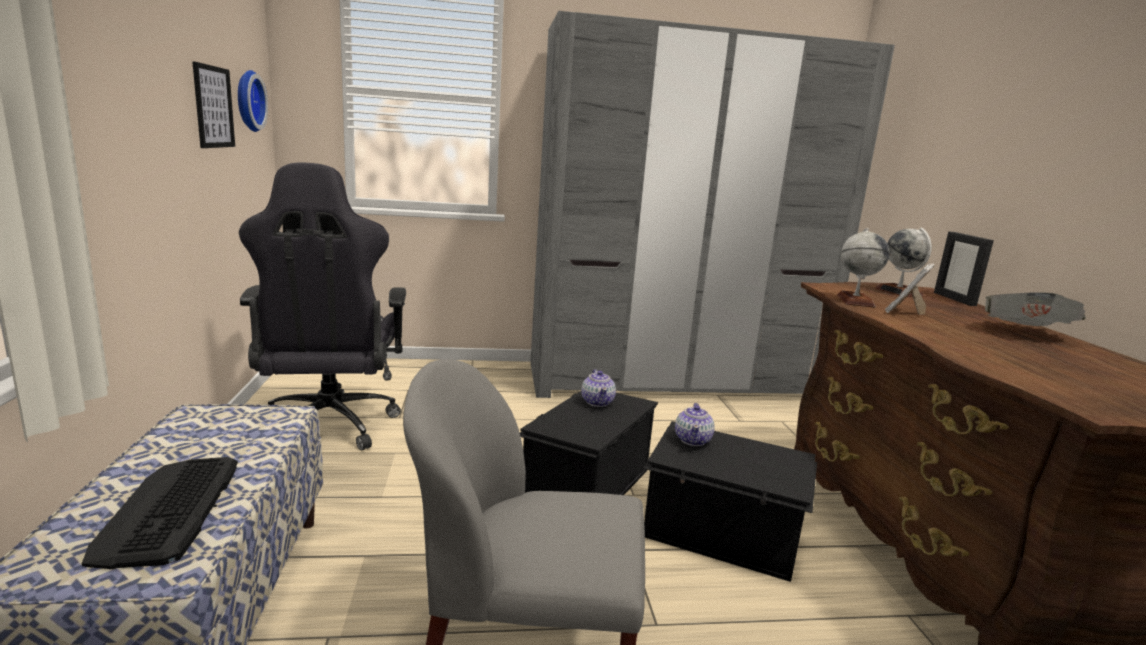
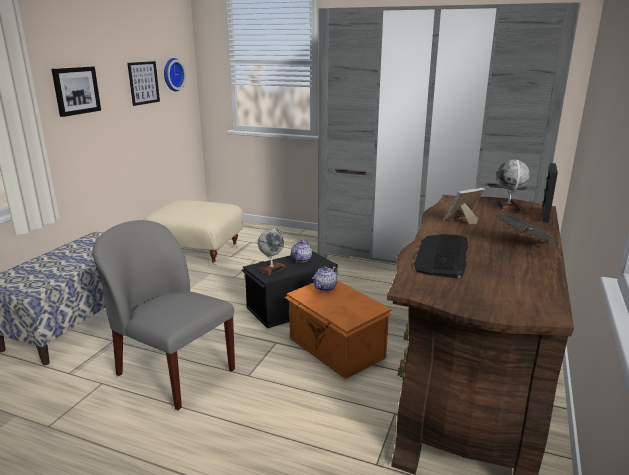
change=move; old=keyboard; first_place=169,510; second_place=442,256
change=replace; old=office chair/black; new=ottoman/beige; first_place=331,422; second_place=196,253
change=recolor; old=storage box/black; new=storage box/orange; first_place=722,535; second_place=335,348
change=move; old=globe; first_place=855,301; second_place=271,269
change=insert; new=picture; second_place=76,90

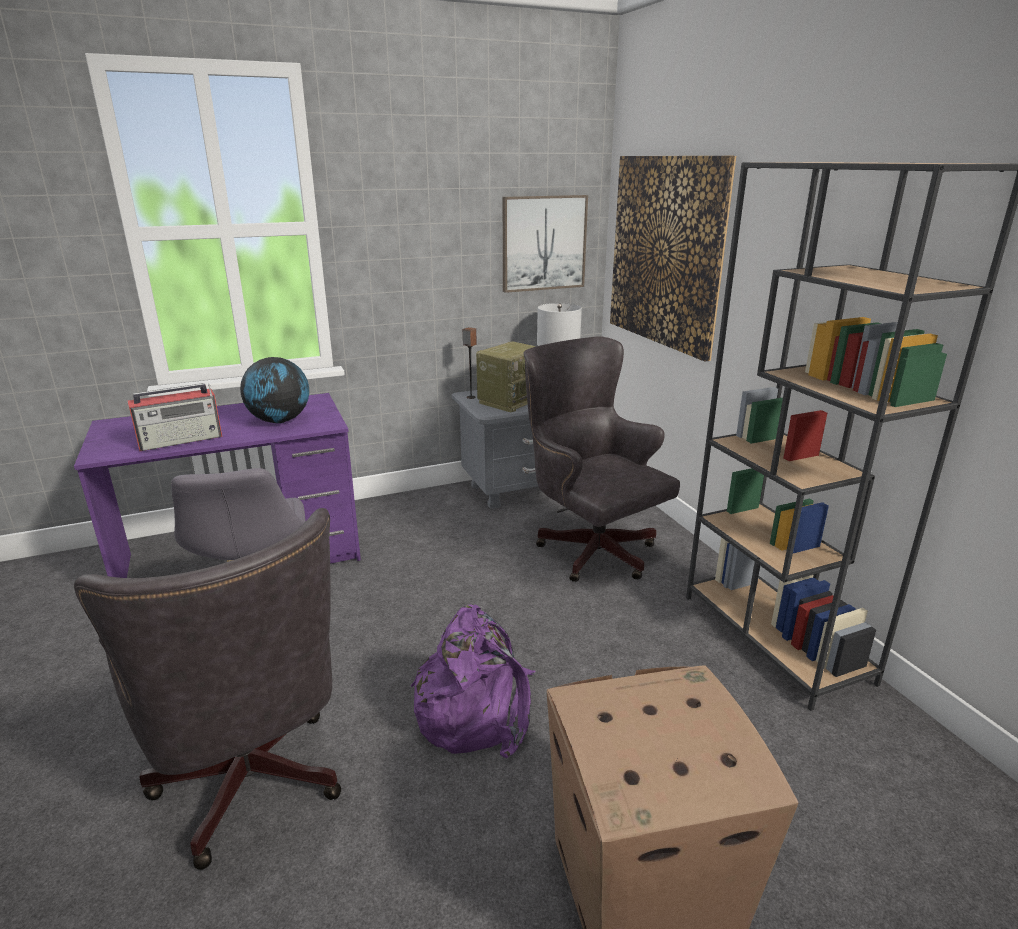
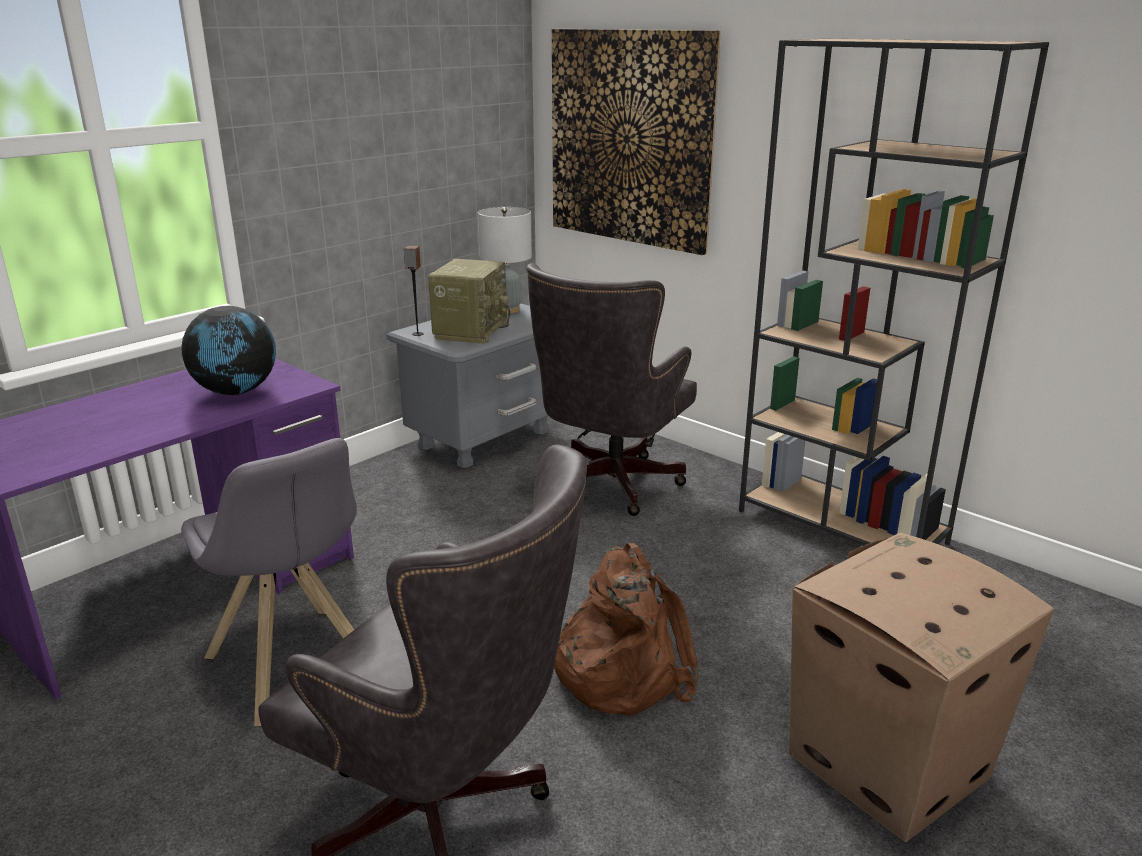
change=delete; old=radio; first_place=182,440
change=recolor; old=backpack/purple; new=backpack/brown; first_place=476,710; second_place=621,670
change=delete; old=picture; first_place=543,243
change=rotate; old=office chair/grey; first_place=591,549; second_place=611,486; degrees=-90

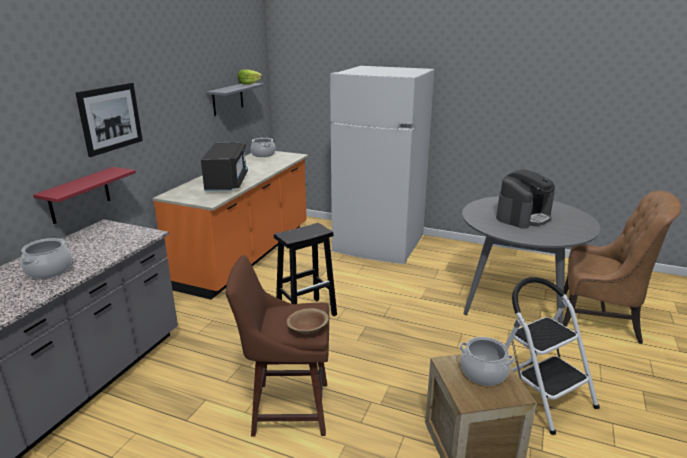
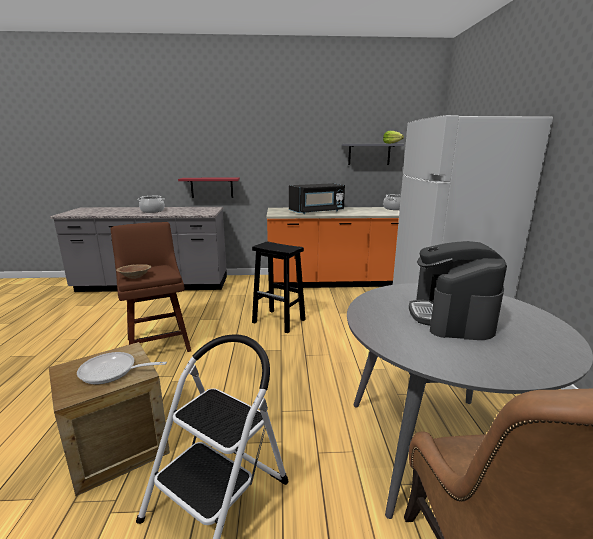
change=delete; old=picture; first_place=110,118
change=replace; old=cooking pot; new=frying pan; first_place=484,372; second_place=112,372
change=rotate; old=coffee machine; first_place=523,217; second_place=451,317; degrees=75

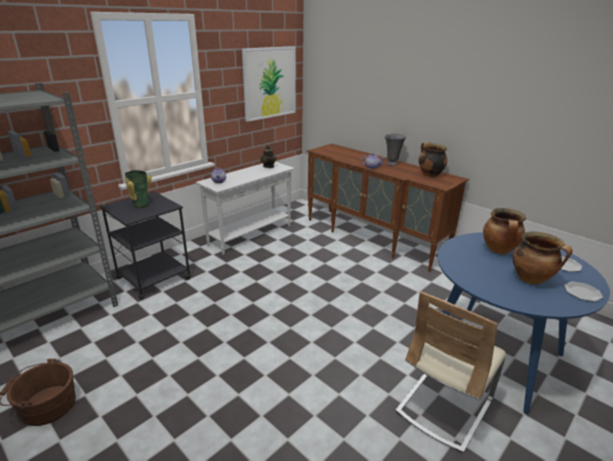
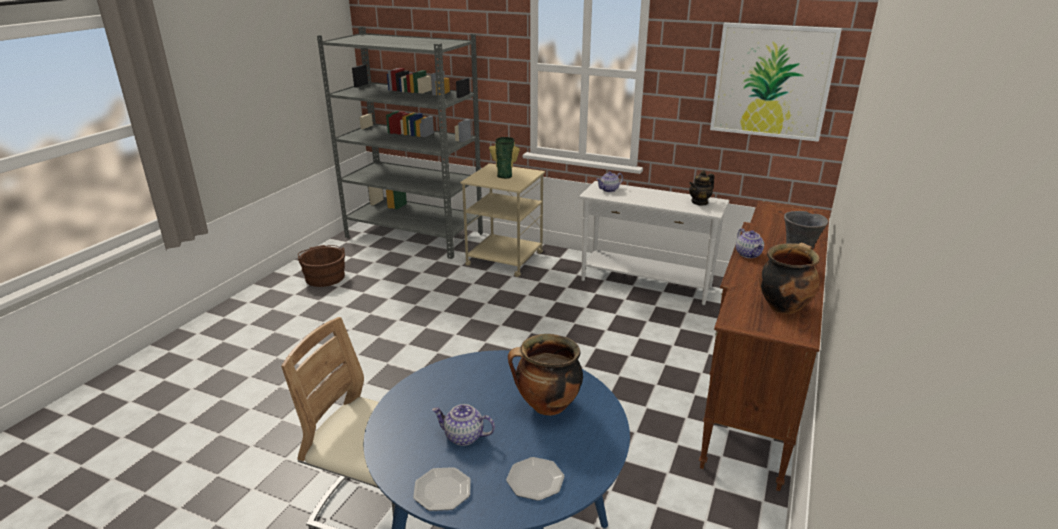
change=recolor; old=cart/black; new=cart/beige; first_place=154,277; second_place=506,259
change=replace; old=cooking pot; new=teapot; first_place=532,279; second_place=463,437

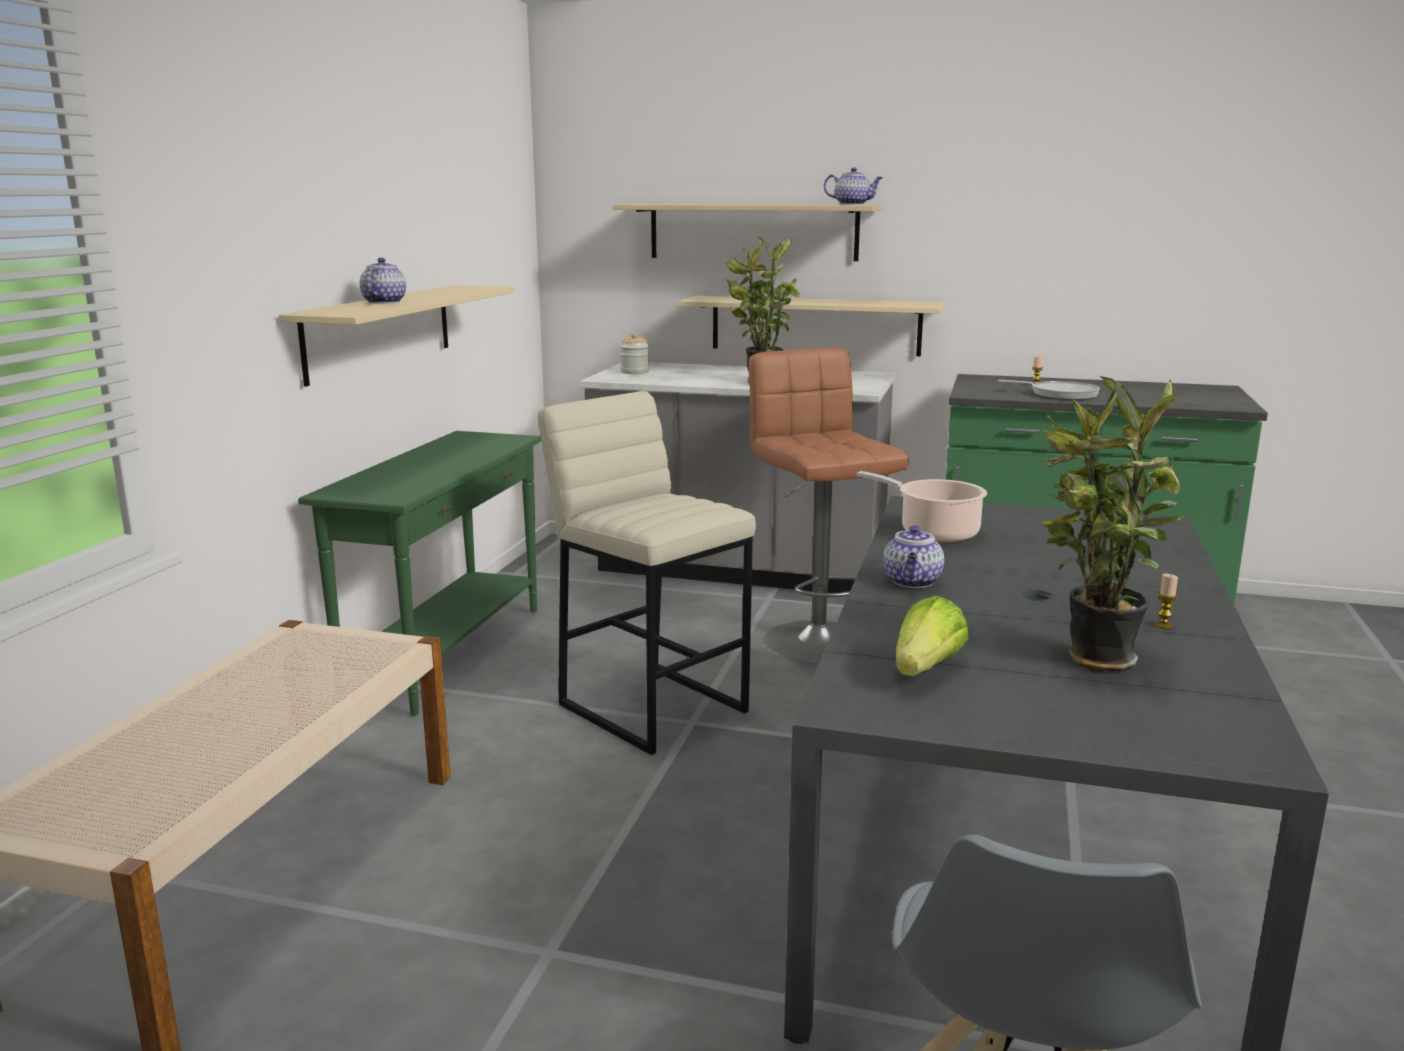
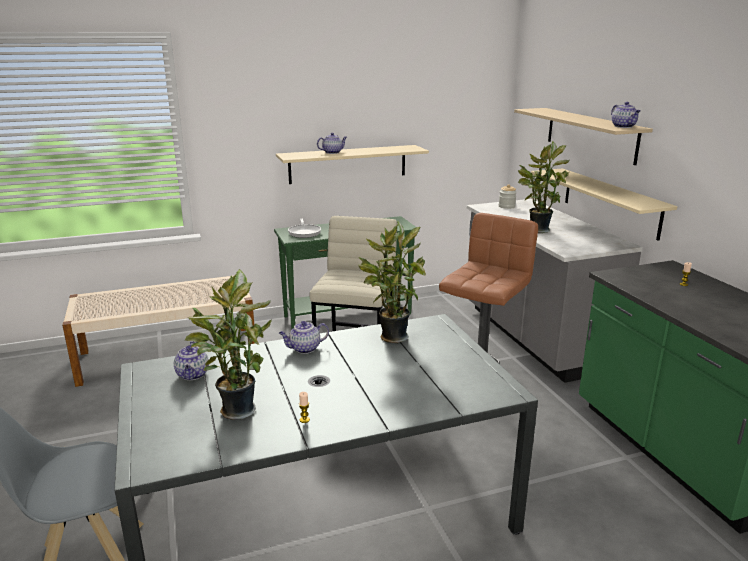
change=replace; old=cooking pot; new=potted plant; first_place=934,532; second_place=390,337
change=replace; old=lettuce; new=teapot; first_place=926,669; second_place=193,375
change=move; old=frying pan; first_place=1060,394; second_place=304,232

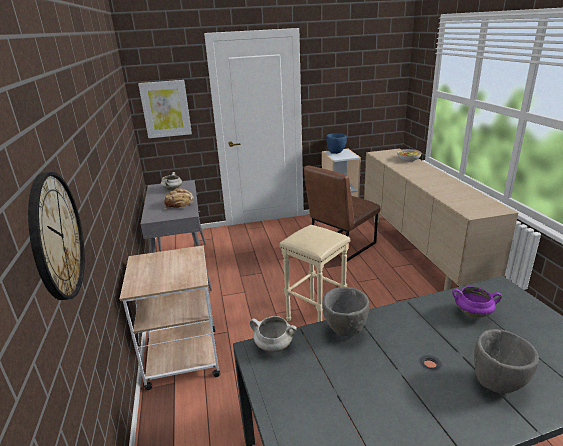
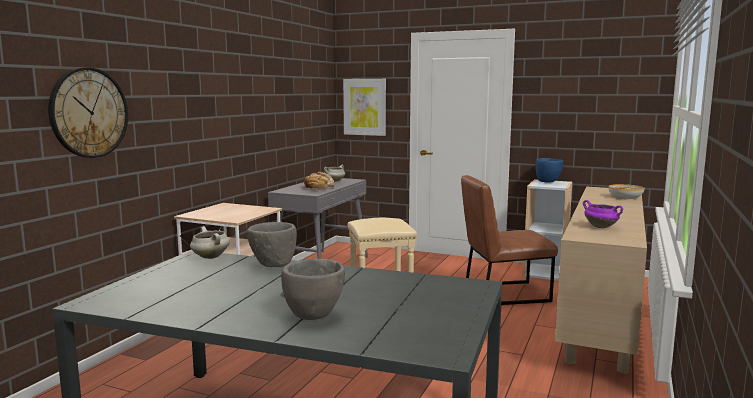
change=move; old=cooking pot/purple; first_place=473,313; second_place=601,227

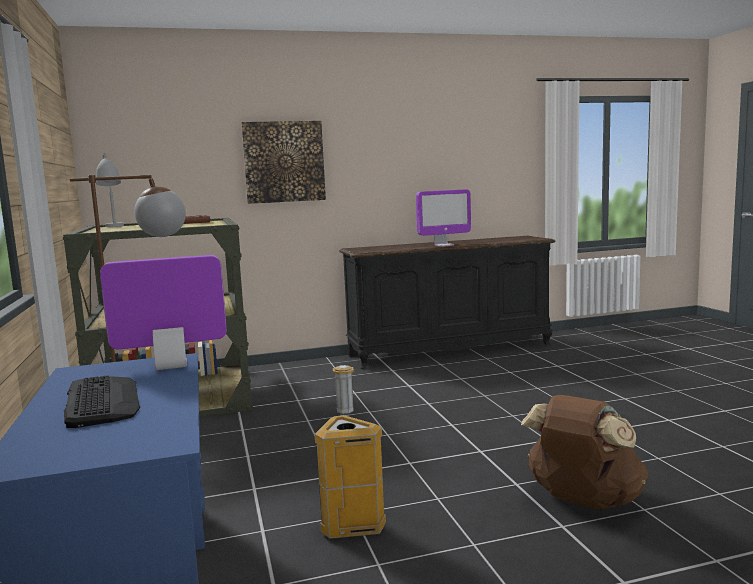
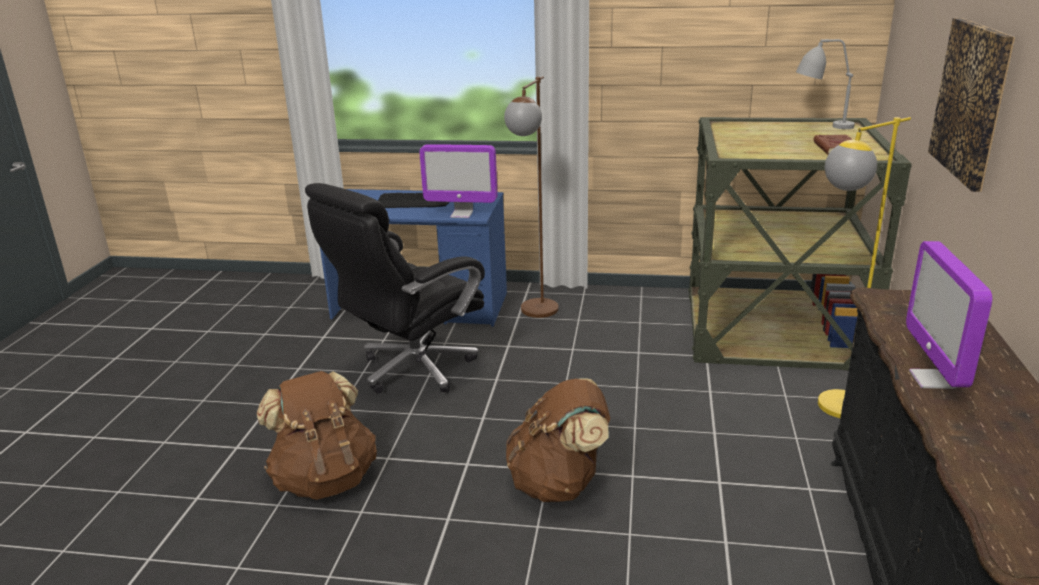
change=rotate; old=monitor; first_place=172,366; second_place=461,214; degrees=90
change=replace; old=trash can; new=office chair/black; first_place=353,527; second_place=411,372
change=insert; new=backpack/brown; second_place=559,484
change=insert; new=floor lamp/yellow; second_place=831,411

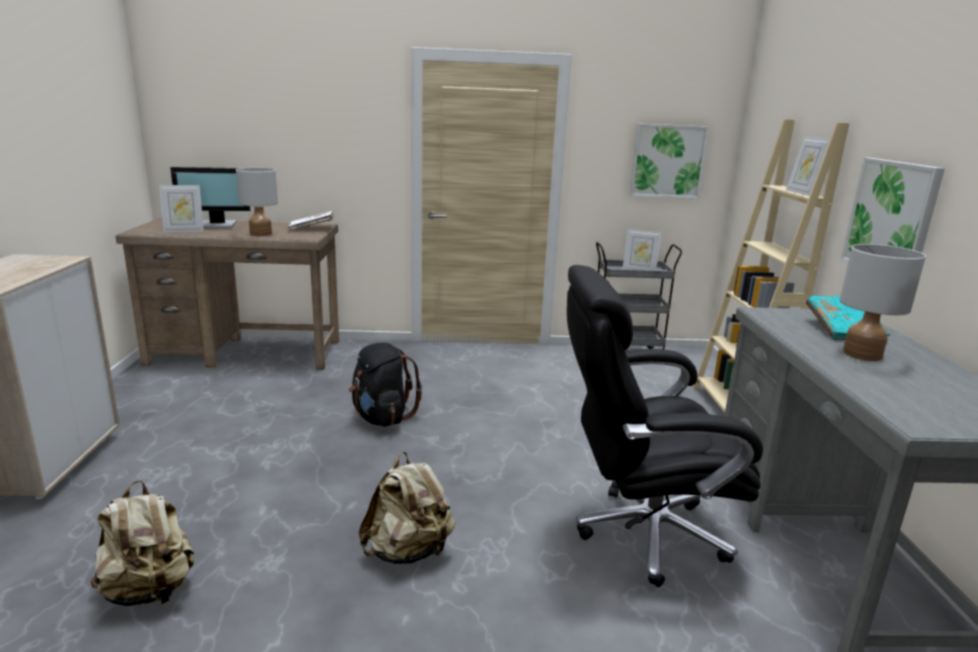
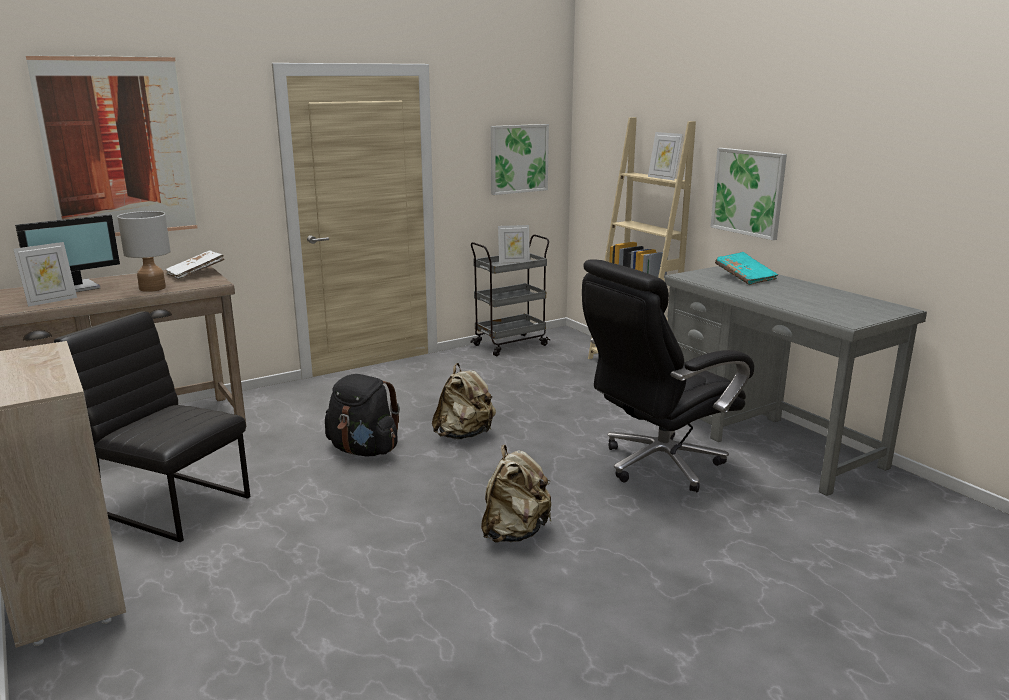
change=move; old=backpack/beige; first_place=149,590; second_place=464,435
change=delete; old=table lamp/grey; first_place=862,354
change=insert; new=picture; second_place=117,148
change=insert; new=chair/black; second_place=173,504

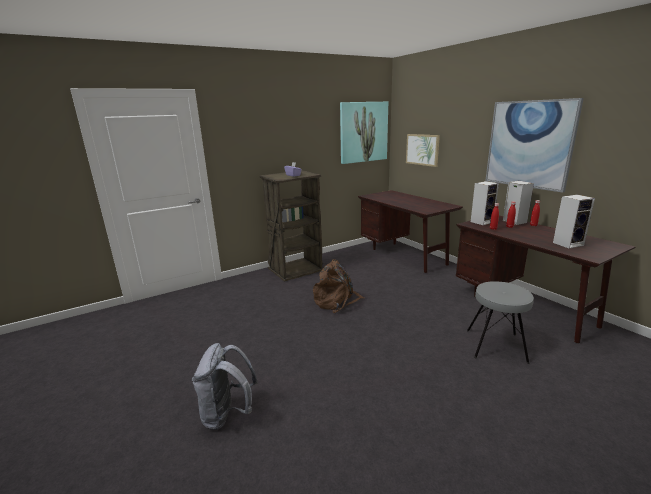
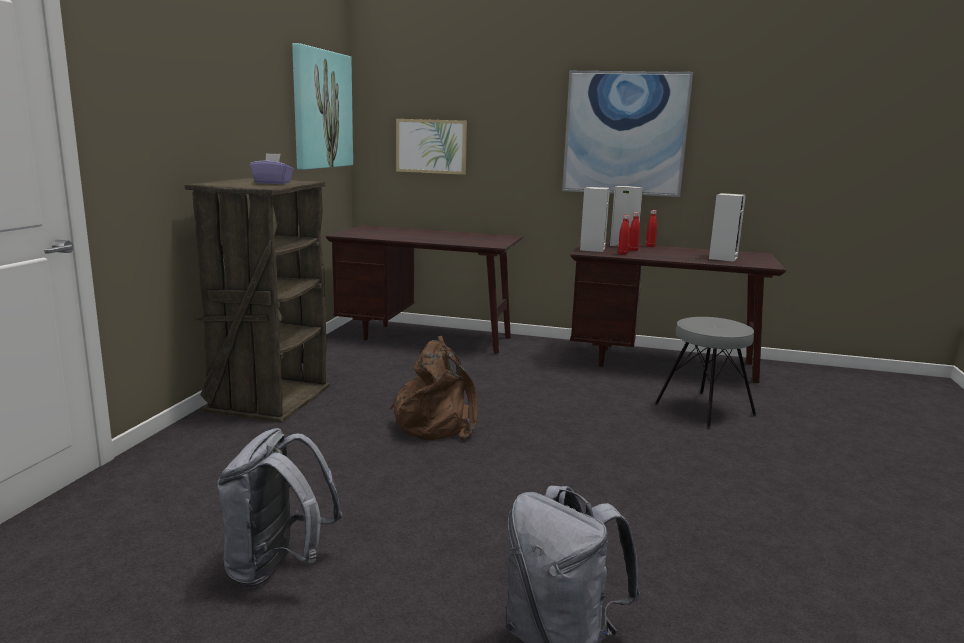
change=insert; new=backpack/grey; second_place=277,568

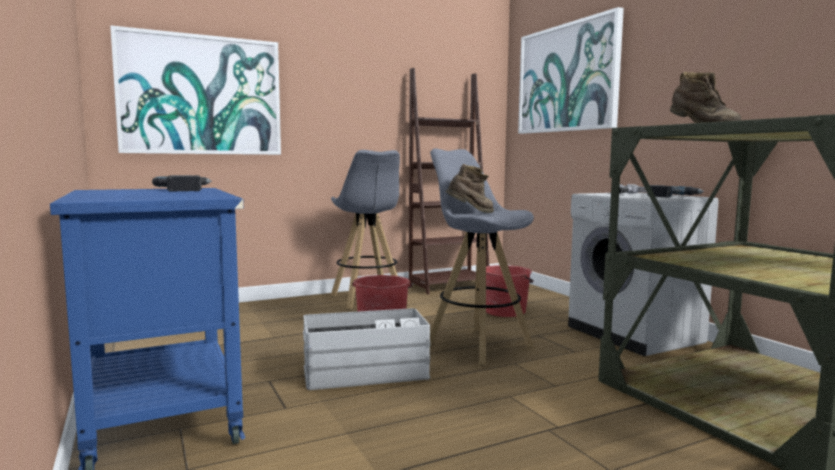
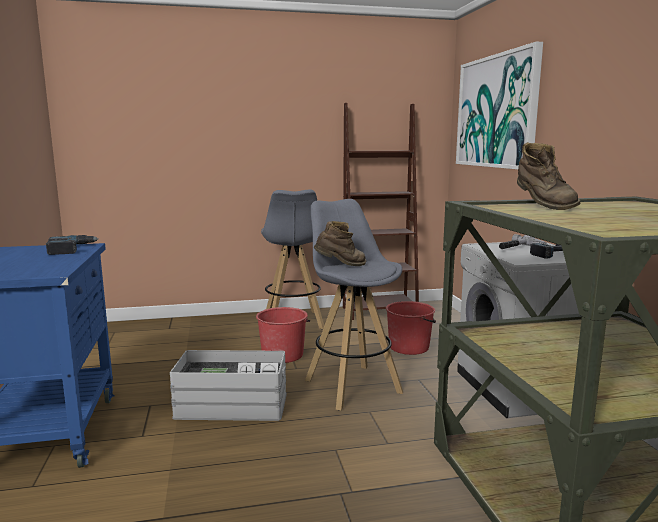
change=delete; old=picture; first_place=201,95

